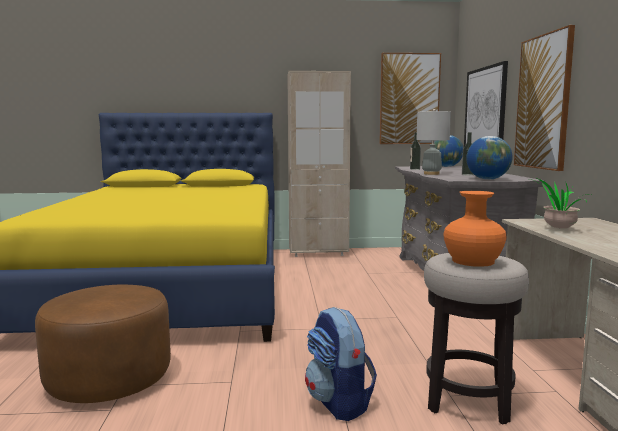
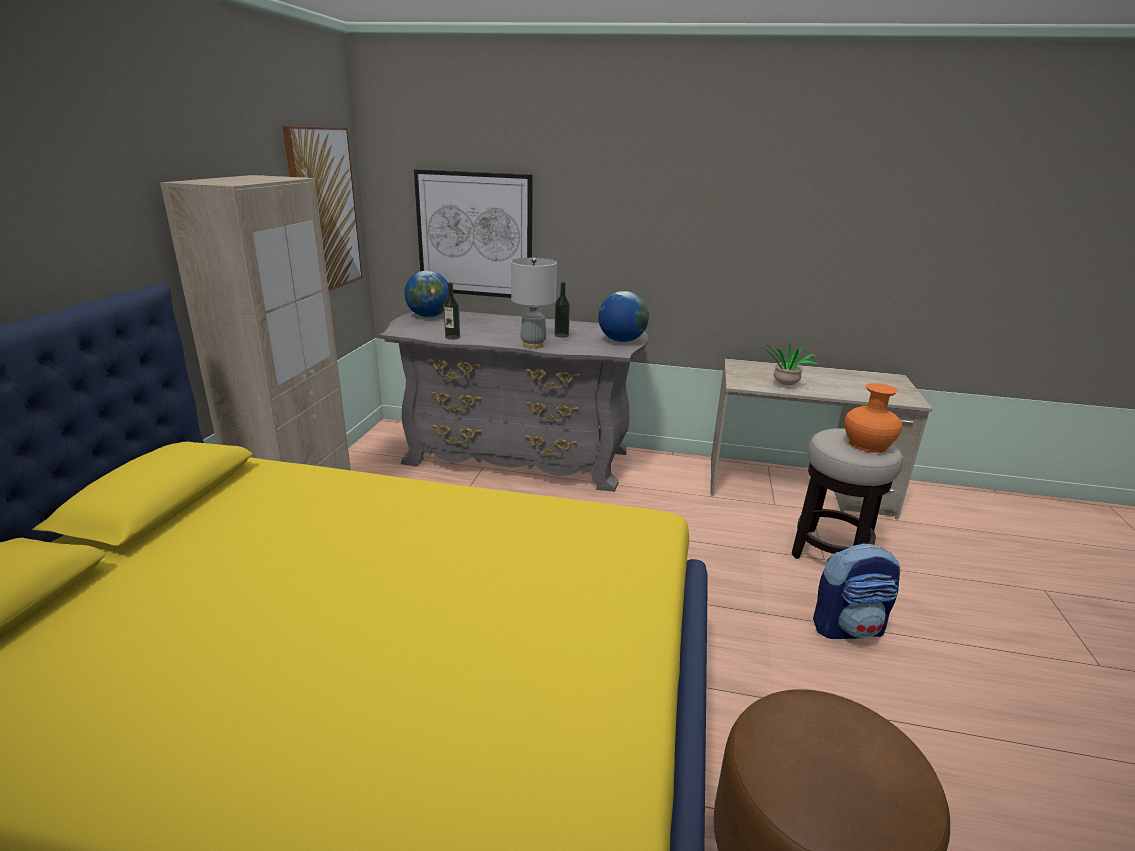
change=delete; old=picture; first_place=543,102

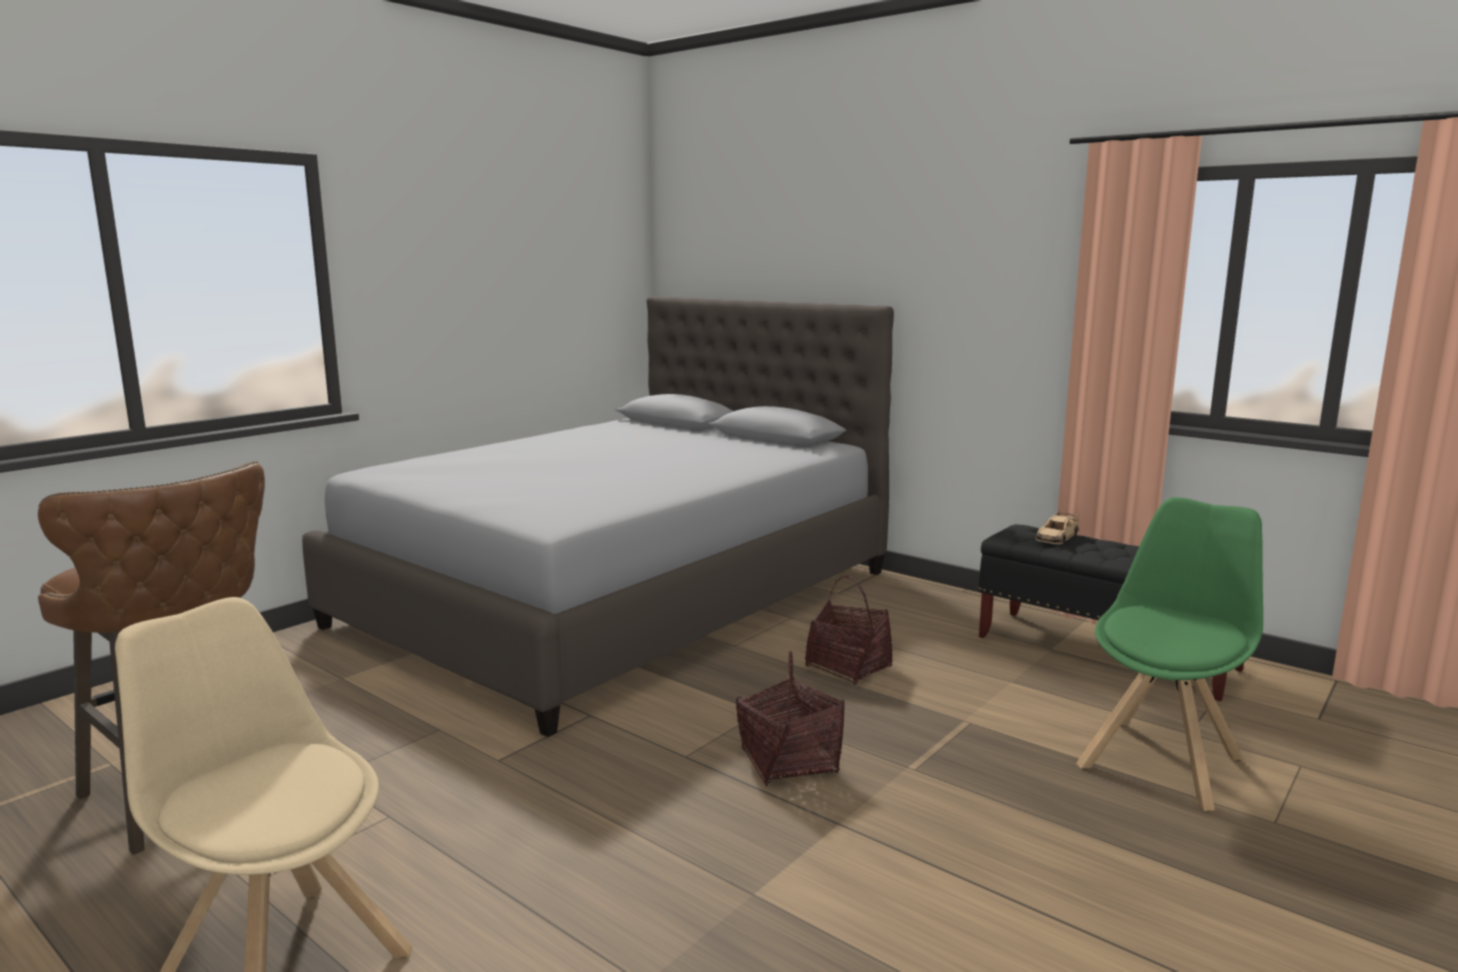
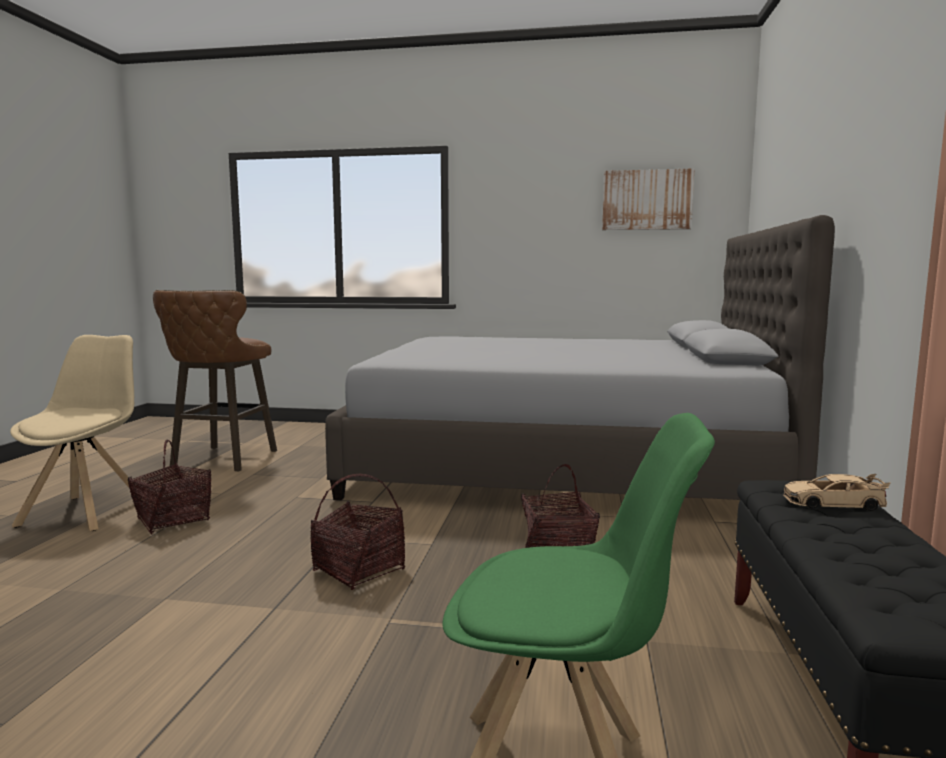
change=insert; new=basket; second_place=173,520
change=insert; new=picture; second_place=647,200

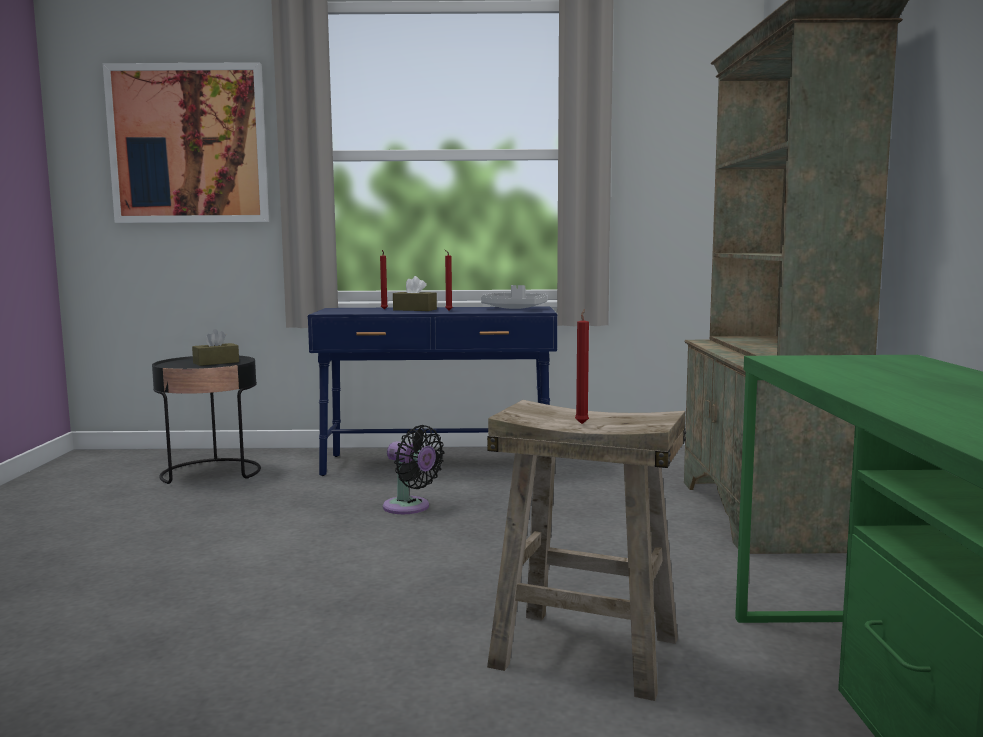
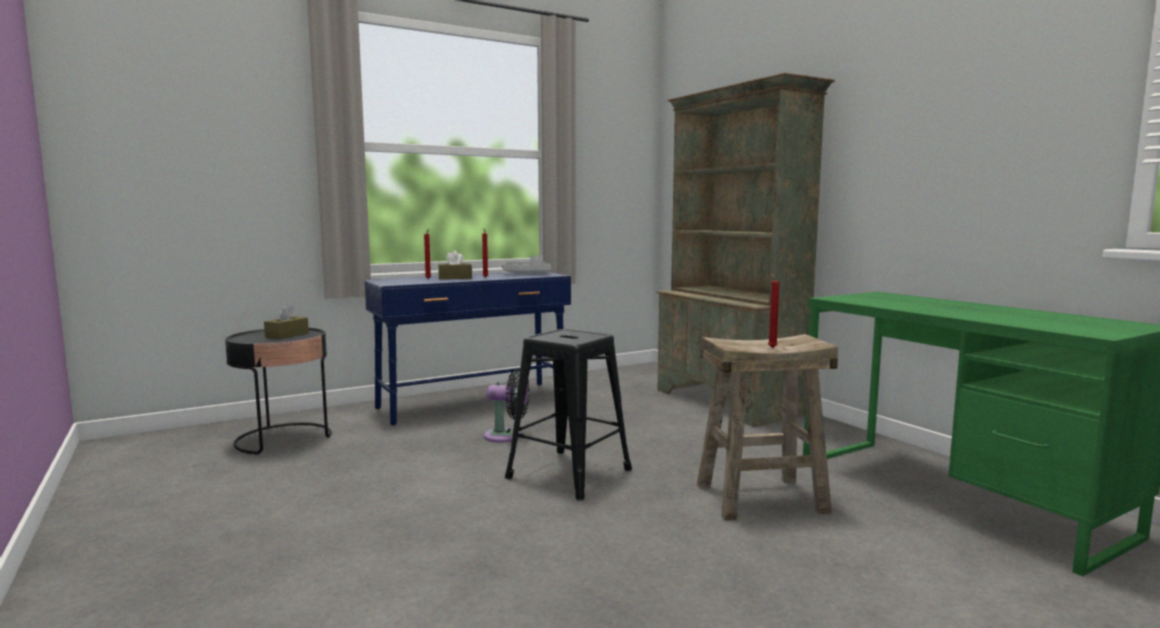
change=delete; old=picture; first_place=188,144
change=insert; new=stool/black; second_place=569,474

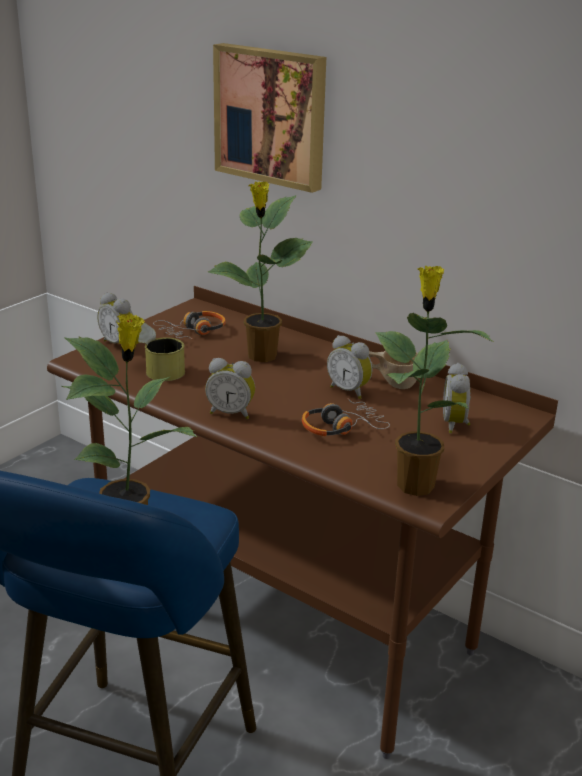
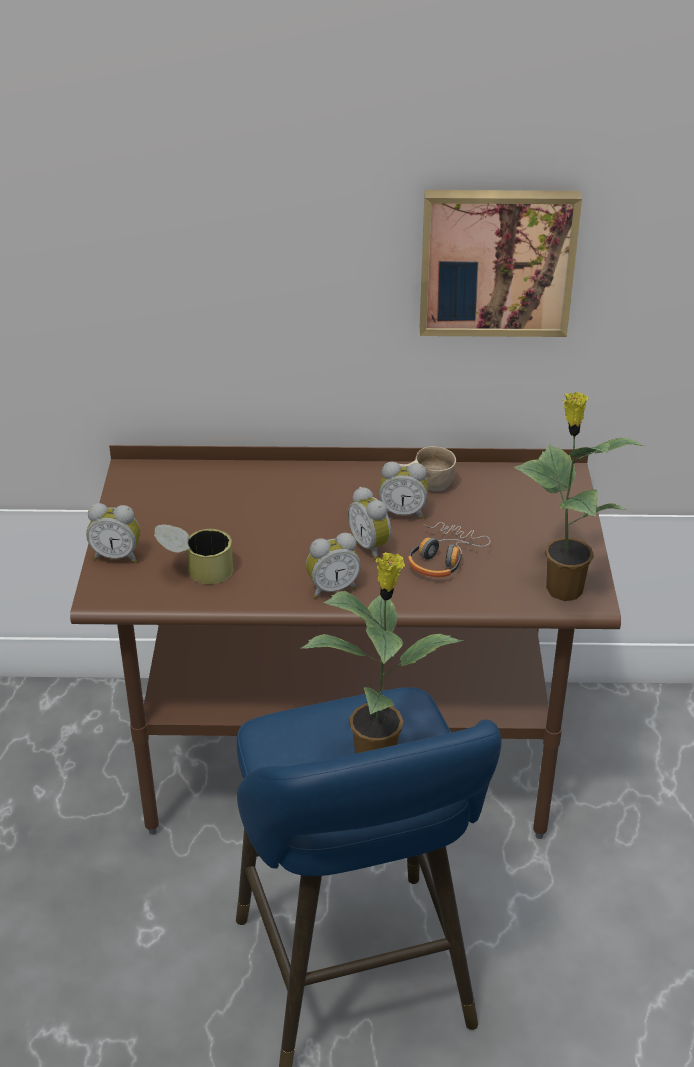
change=delete; old=headphones; first_place=193,332
change=delete; old=potted plant; first_place=261,356
change=move; old=picture; first_place=272,115; second_place=496,261
change=move; old=alarm clock; first_place=456,424; second_place=371,546

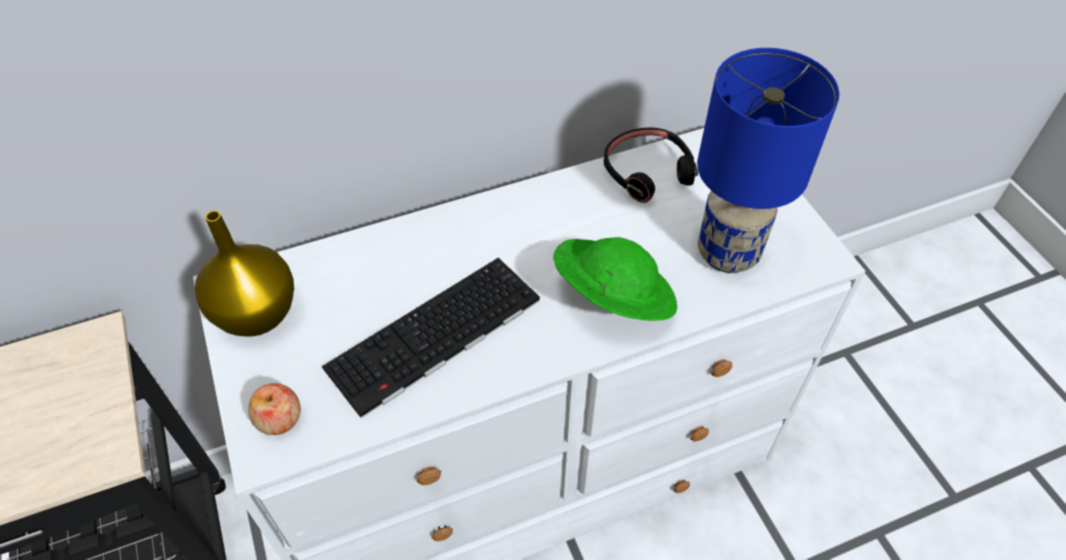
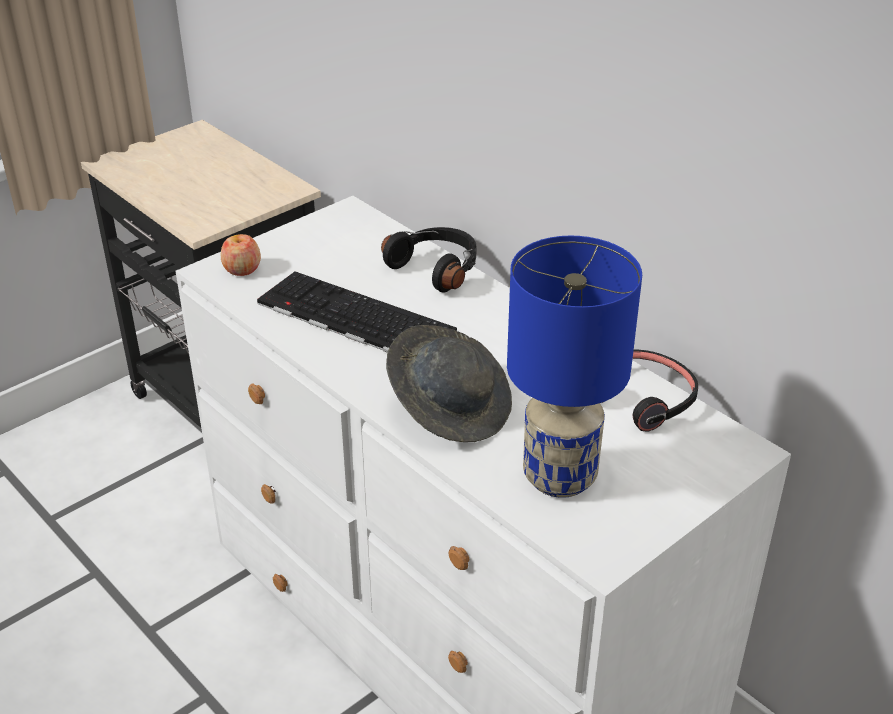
change=delete; old=vase/yellow; first_place=256,313
change=recolor; old=hat/green; new=hat/grey; first_place=611,297; second_place=450,407
change=insert; new=headphones/black; second_place=437,268

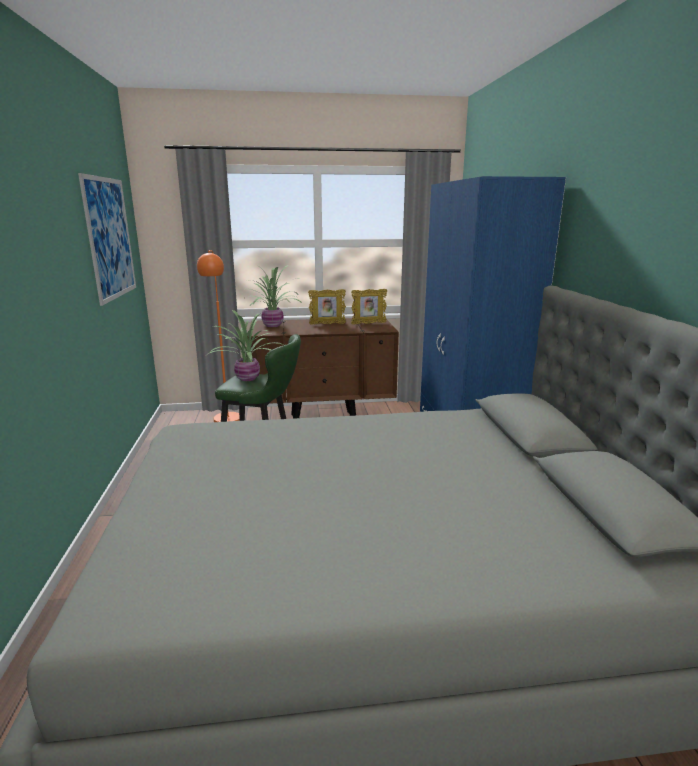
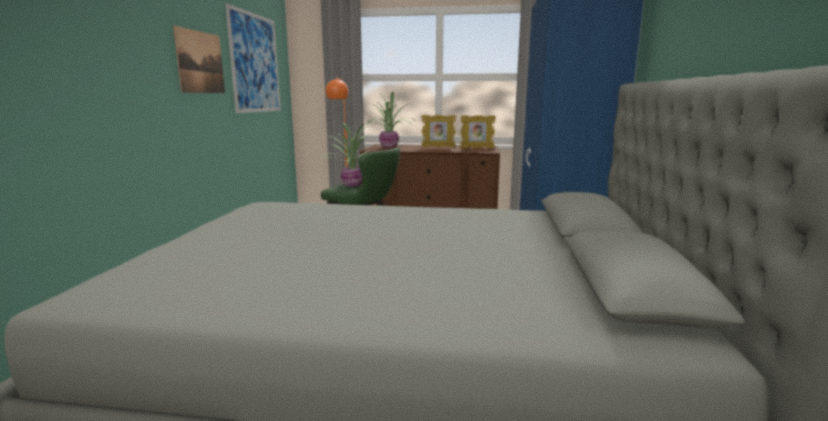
change=insert; new=picture; second_place=200,62

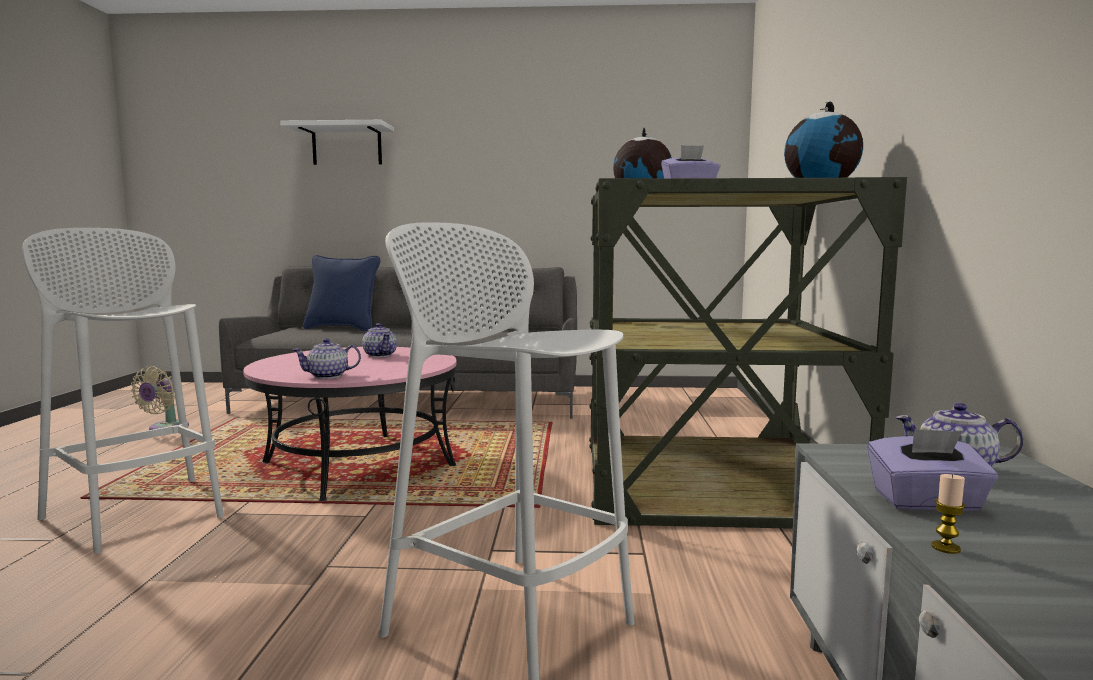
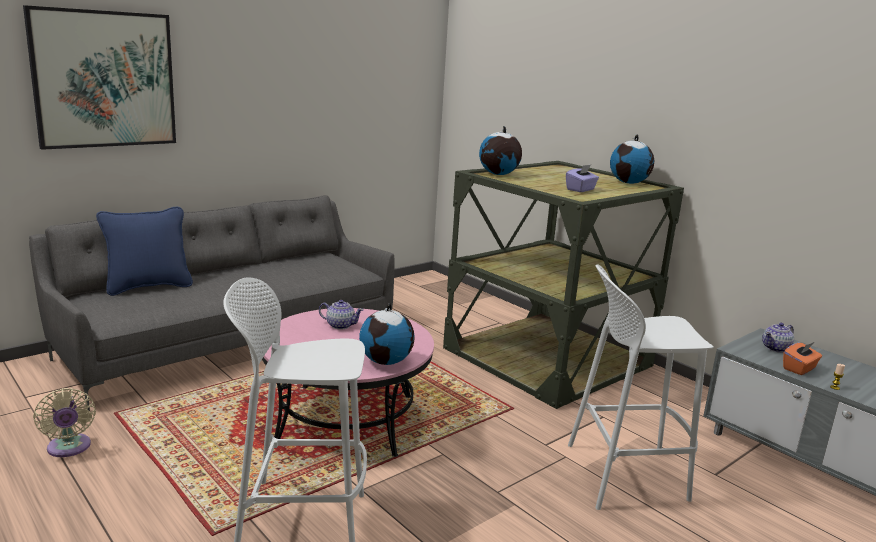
change=replace; old=shelf/white; new=picture; first_place=347,146; second_place=104,79
change=replace; old=teapot; new=globe; first_place=328,376; second_place=386,361
change=recolor; old=tissue box/purple; new=tissue box/orange; first_place=927,502; second_place=799,369

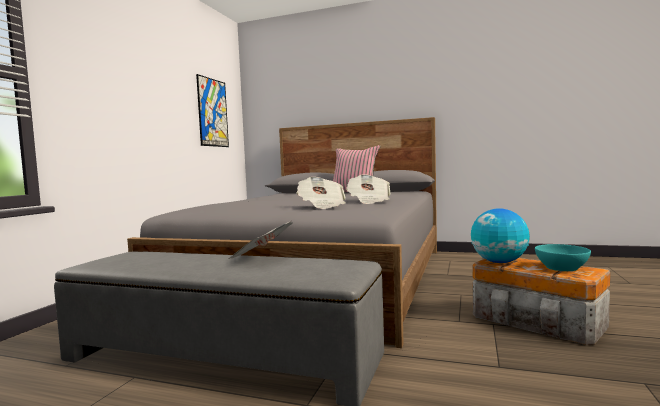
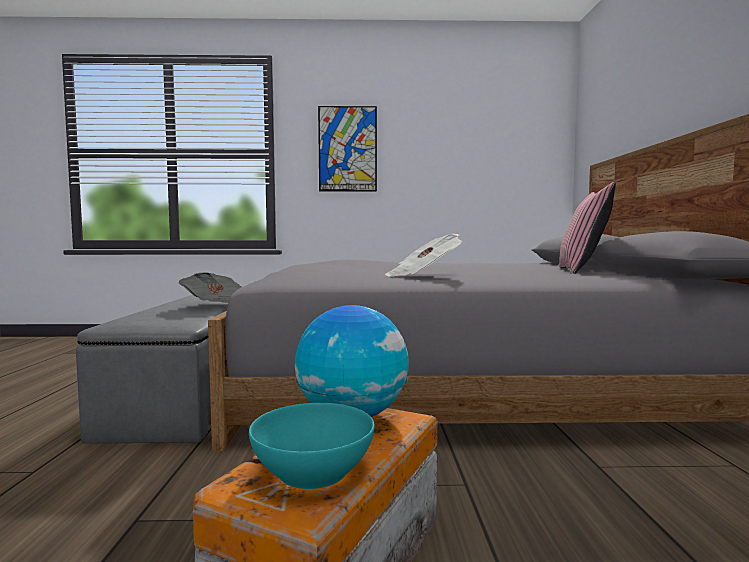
change=move; old=picture; first_place=213,112; second_place=347,149
change=delete; old=newspaper; first_place=321,206

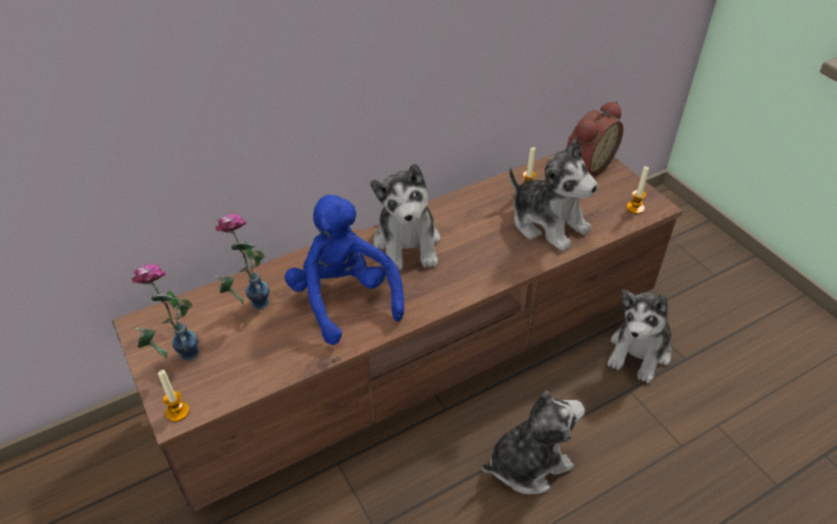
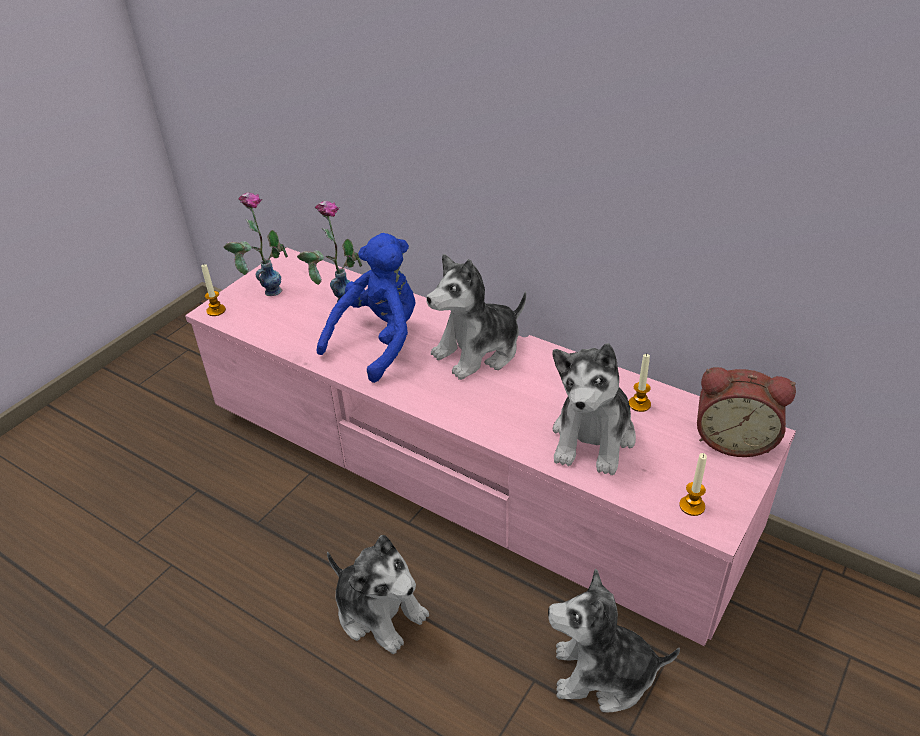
change=recolor; old=tv stand/brown; new=tv stand/pink; first_place=418,351; second_place=466,475

